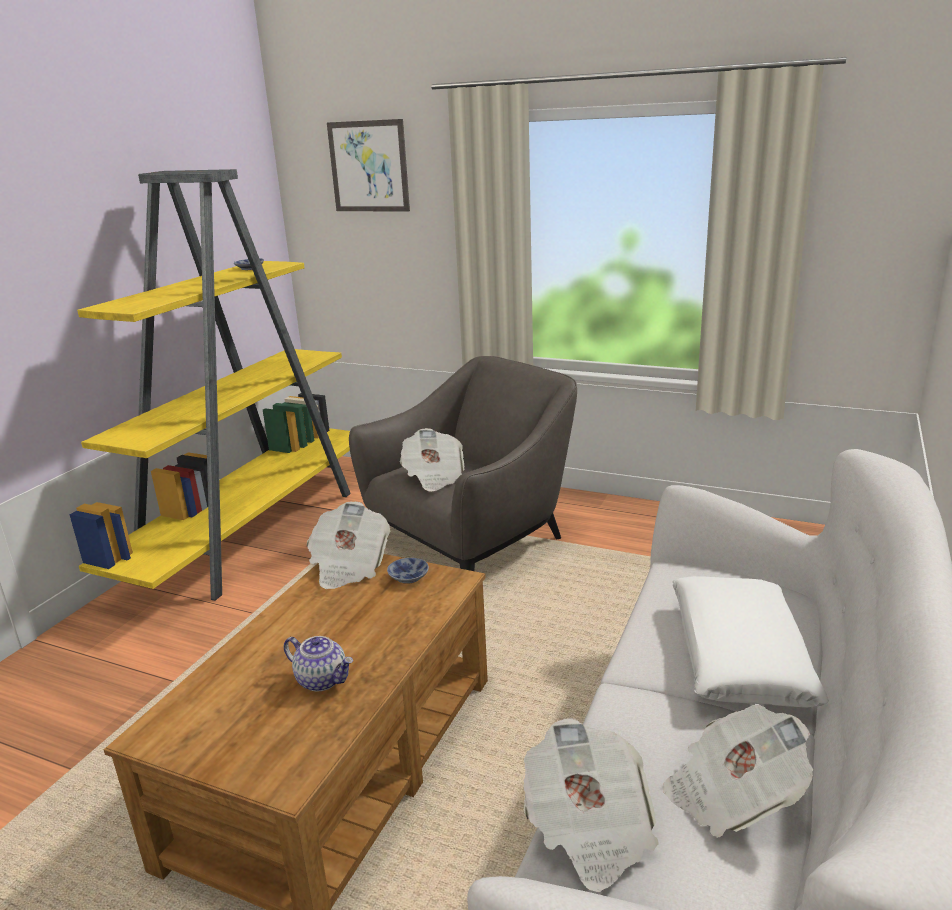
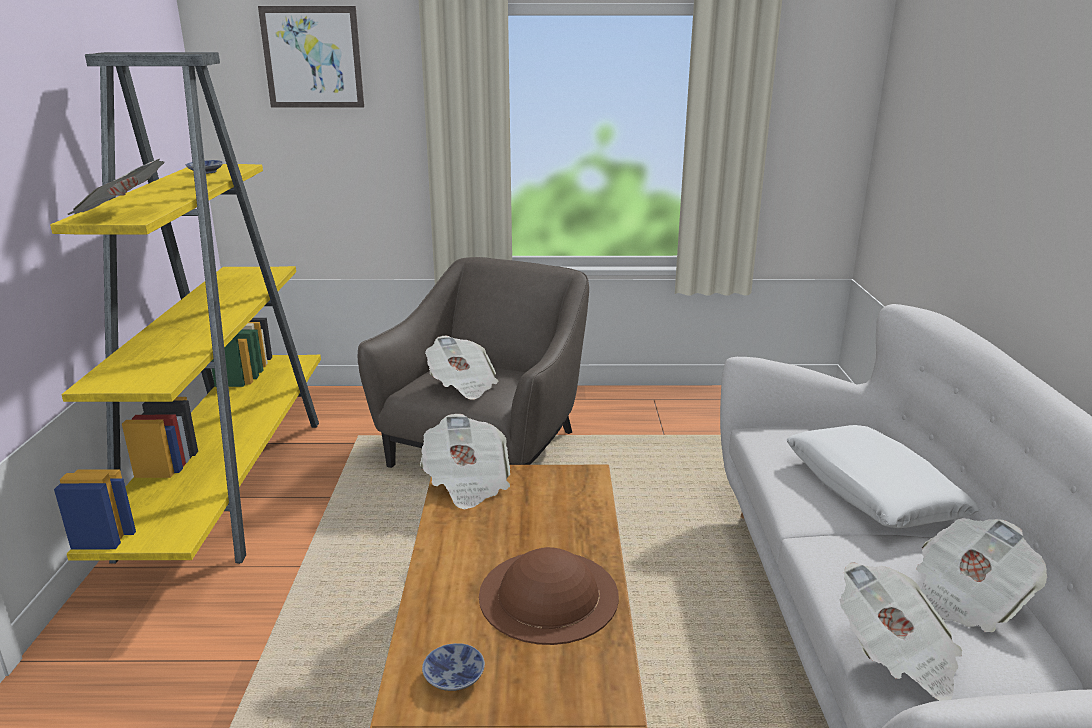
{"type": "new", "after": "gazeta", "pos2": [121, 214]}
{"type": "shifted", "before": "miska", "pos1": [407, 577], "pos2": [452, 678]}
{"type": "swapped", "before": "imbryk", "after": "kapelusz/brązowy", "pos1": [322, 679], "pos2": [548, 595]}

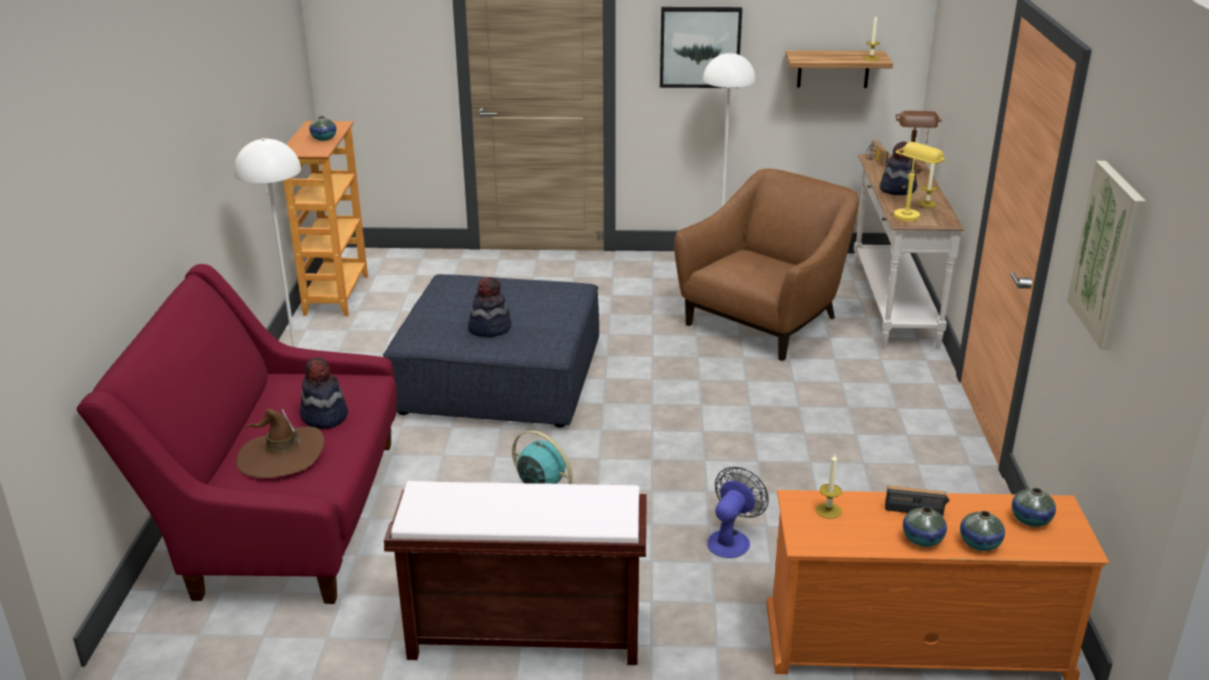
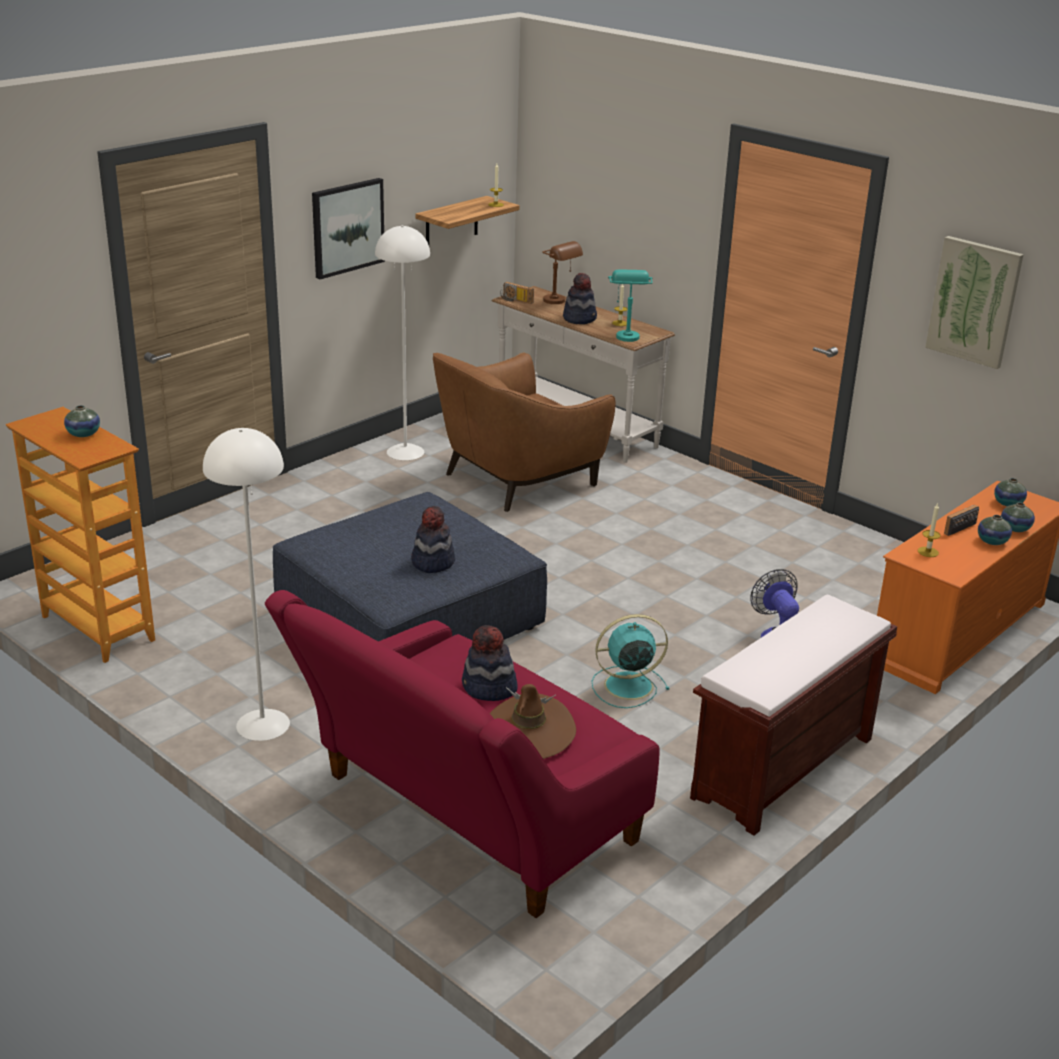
{"type": "rotated", "before": "fotel/brązowy", "pos1": [764, 322], "pos2": [517, 479], "turn": -120}
{"type": "repainted", "before": "lampa stołowa/żółty", "after": "lampa stołowa/turkusowy", "pos1": [911, 214], "pos2": [626, 334]}

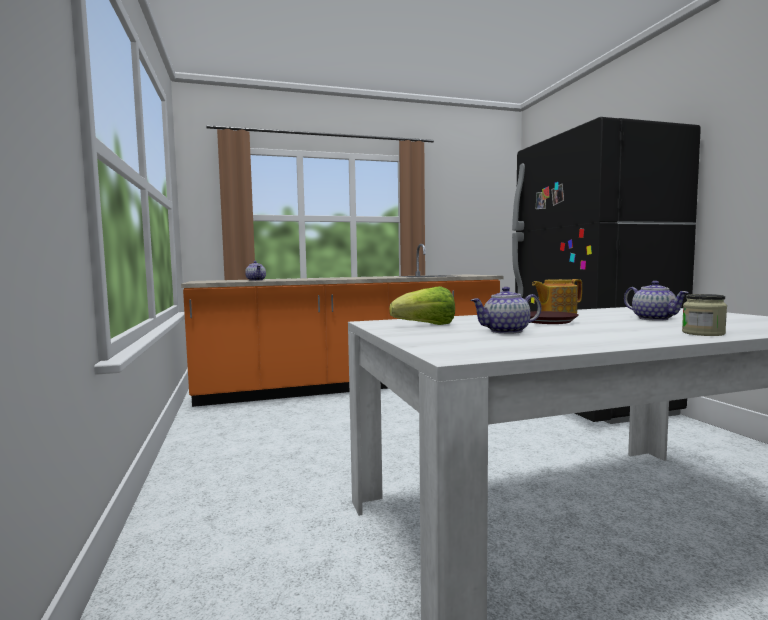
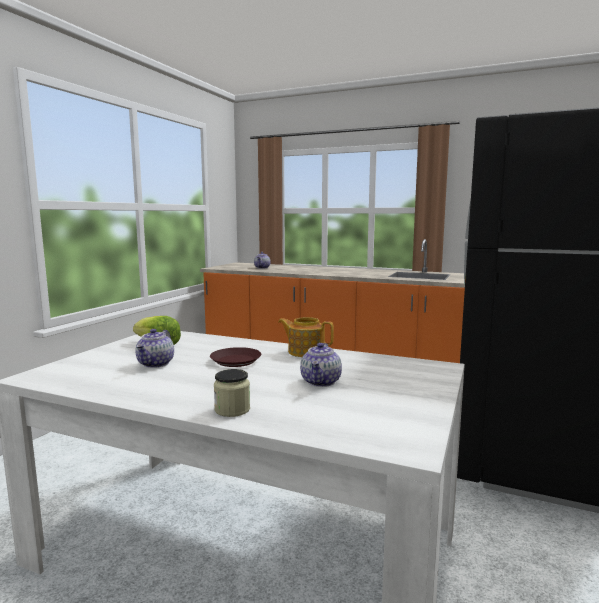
{"type": "rotated", "before": "imbryk", "pos1": [506, 331], "pos2": [156, 364], "turn": -105}

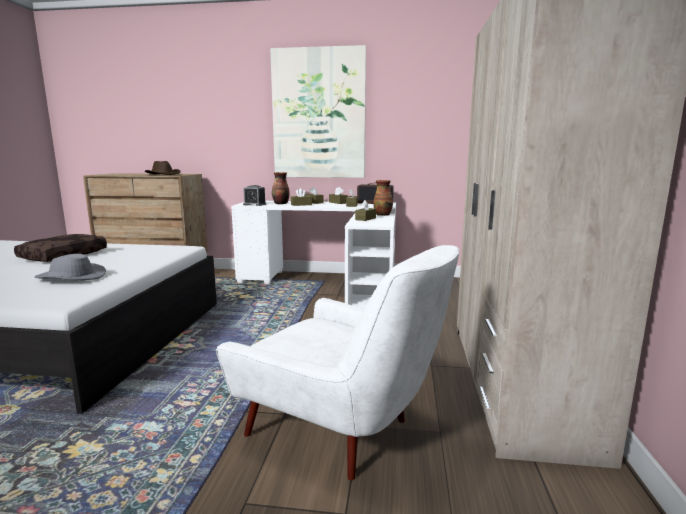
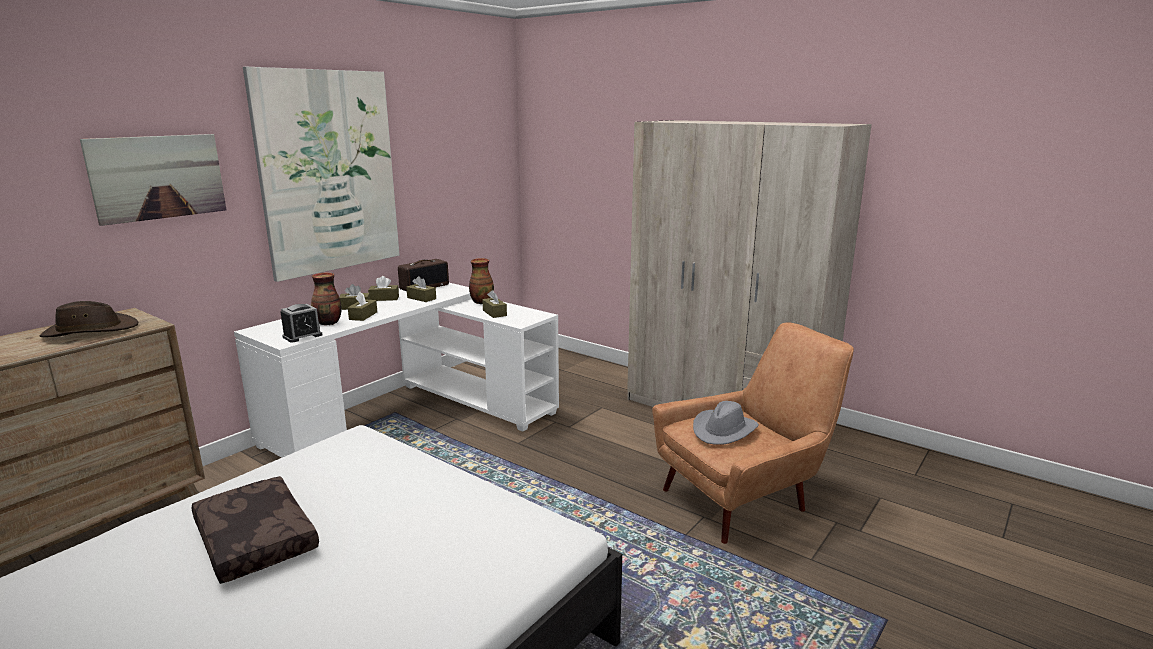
{"type": "new", "after": "obraz", "pos2": [158, 177]}
{"type": "repainted", "before": "fotel/biały", "after": "fotel/brązowy", "pos1": [342, 431], "pos2": [745, 497]}
{"type": "shifted", "before": "kapelusz/szary", "pos1": [71, 277], "pos2": [724, 430]}

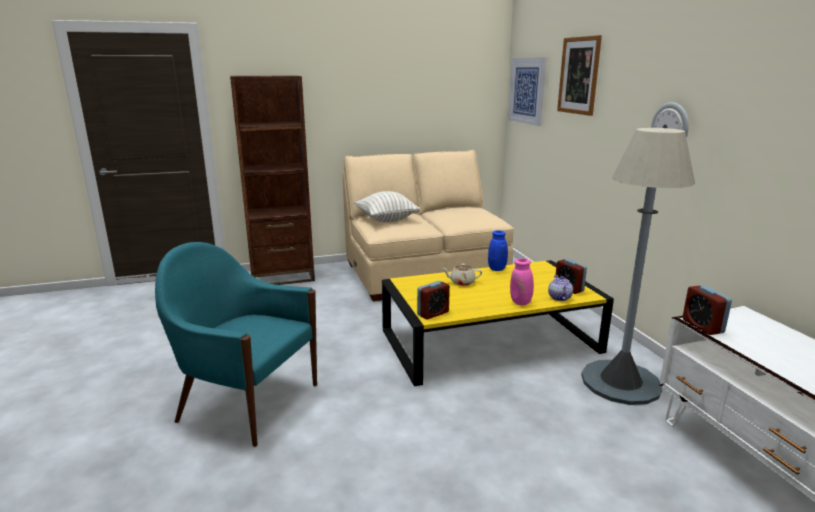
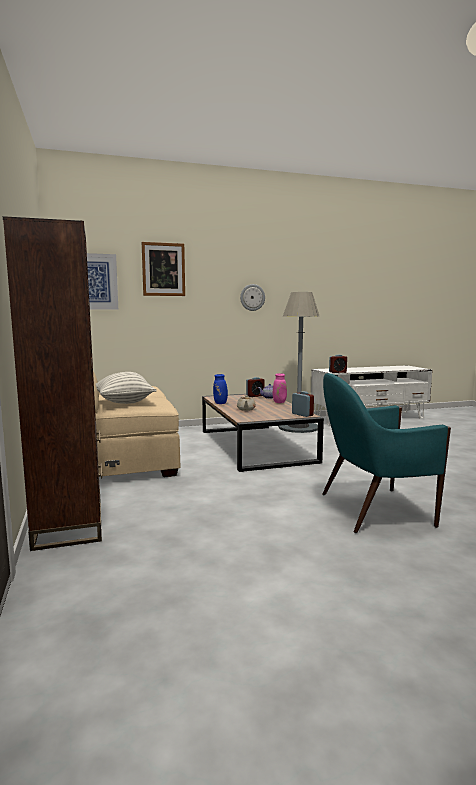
{"type": "repainted", "before": "ława/żółty", "after": "ława/brązowy", "pos1": [490, 340], "pos2": [254, 445]}
{"type": "rotated", "before": "fotel/turkusowy", "pos1": [247, 402], "pos2": [372, 509], "turn": 60}

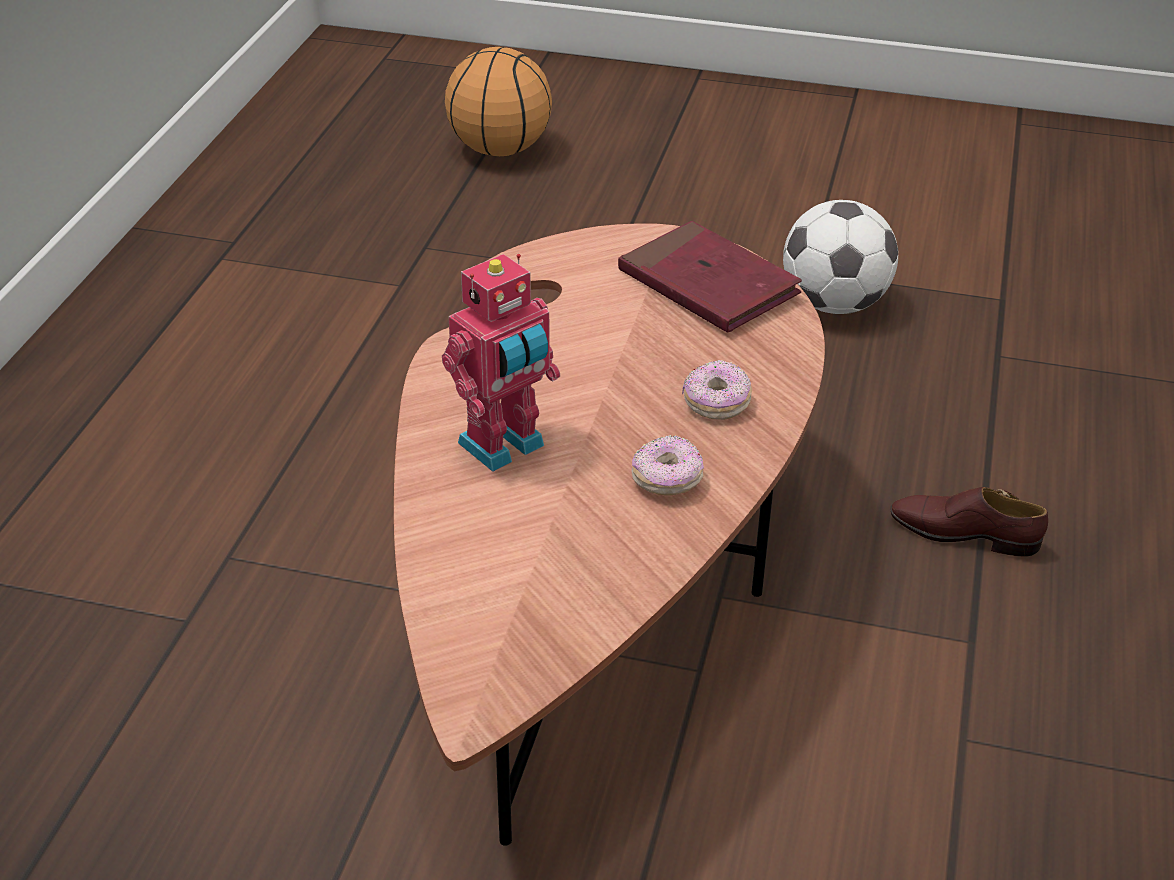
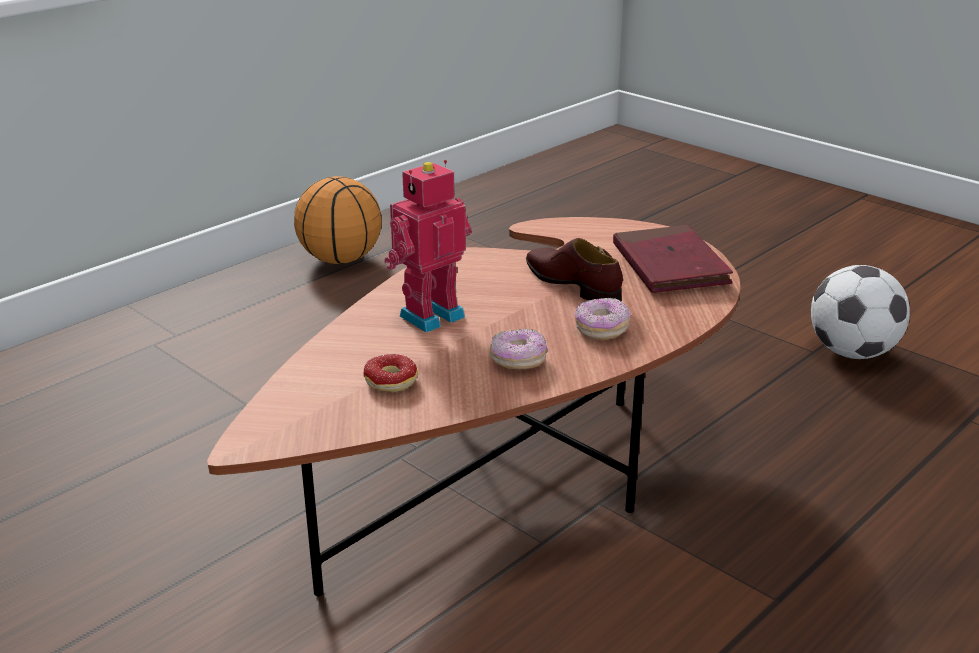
{"type": "shifted", "before": "piłka do koszykówki", "pos1": [499, 149], "pos2": [341, 259]}
{"type": "new", "after": "donut", "pos2": [385, 386]}
{"type": "rotated", "before": "robot zabawkowy", "pos1": [504, 447], "pos2": [429, 315], "turn": 150}
{"type": "shifted", "before": "but/brązowy", "pos1": [964, 533], "pos2": [572, 284]}

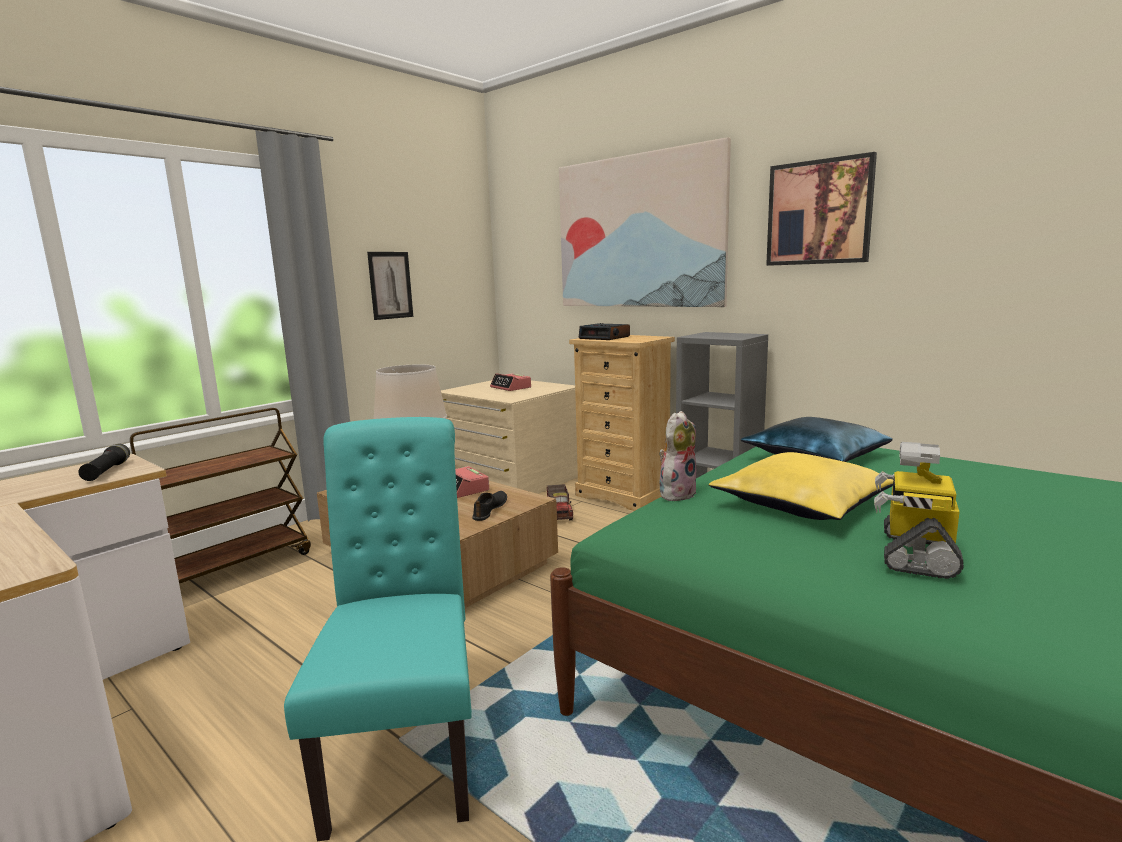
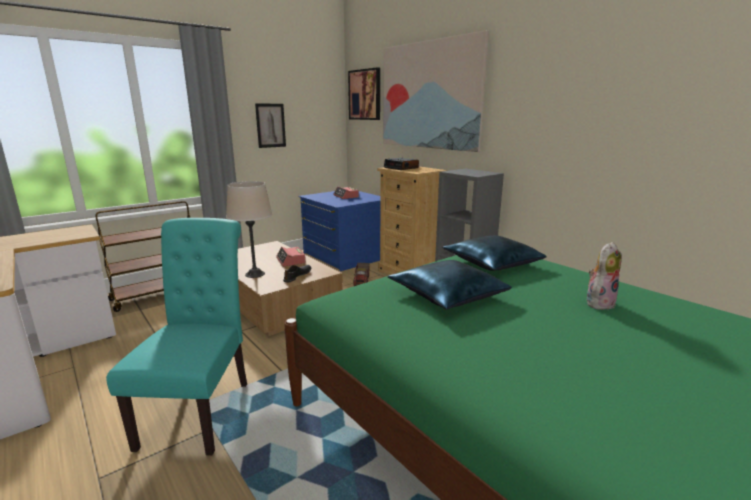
{"type": "repainted", "before": "komoda/beżowy", "after": "komoda/niebieski", "pos1": [512, 478], "pos2": [345, 255]}
{"type": "shifted", "before": "obraz", "pos1": [819, 212], "pos2": [365, 95]}
{"type": "repainted", "before": "poduszka/żółty", "after": "poduszka/niebieski", "pos1": [800, 503], "pos2": [447, 294]}
{"type": "shifted", "before": "pluszak", "pos1": [676, 493], "pos2": [599, 303]}
{"type": "gone", "before": "latarka/czarny", "pos1": [107, 471]}
{"type": "gone", "before": "robot zabawkowy", "pos1": [915, 553]}

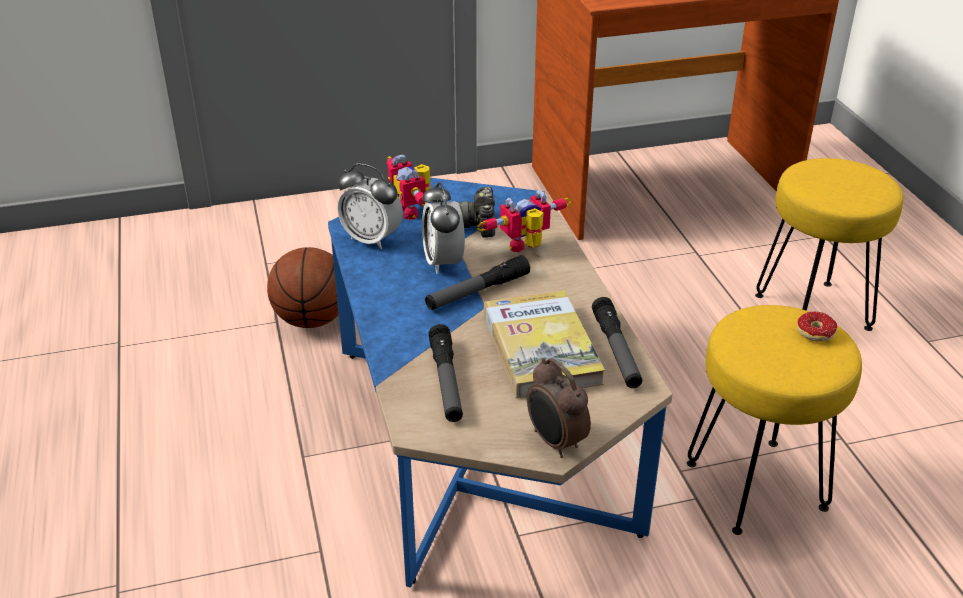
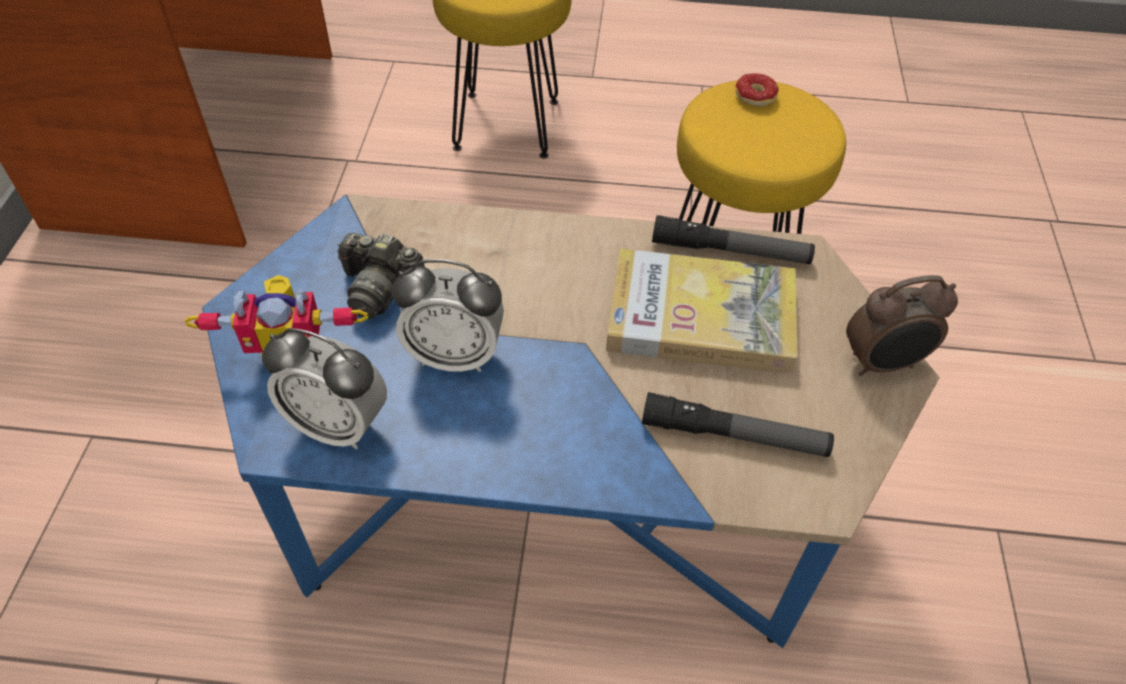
{"type": "rotated", "before": "budzik", "pos1": [372, 239], "pos2": [338, 425], "turn": 60}
{"type": "gone", "before": "piłka do koszykówki", "pos1": [311, 319]}
{"type": "gone", "before": "latarka", "pos1": [477, 291]}
{"type": "gone", "before": "robot zabawkowy", "pos1": [527, 248]}

